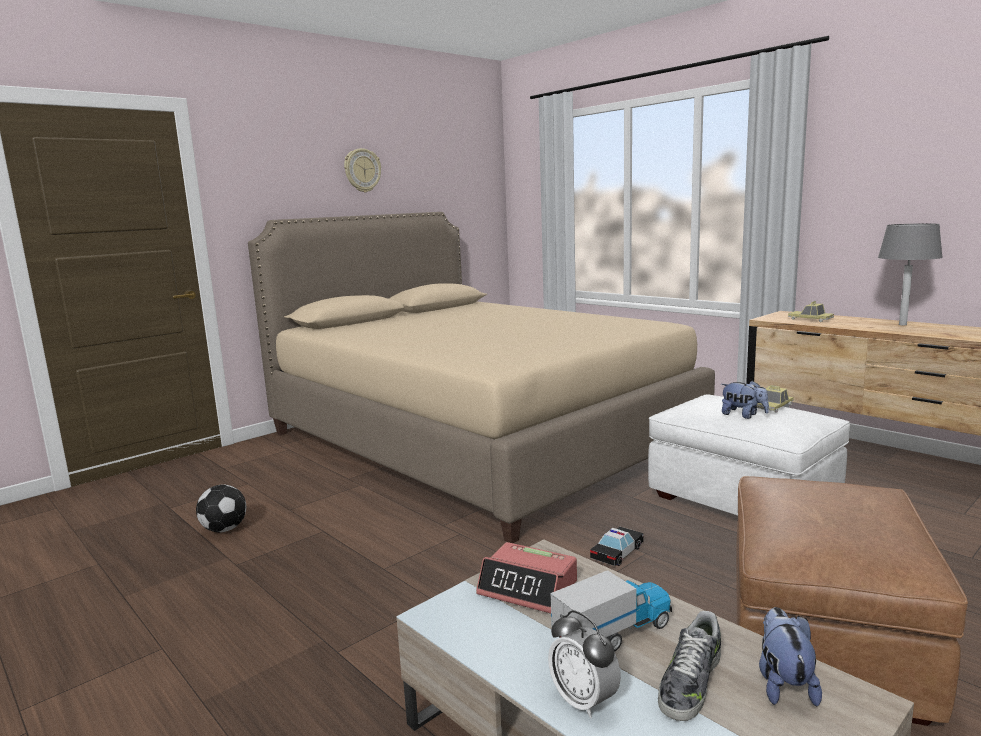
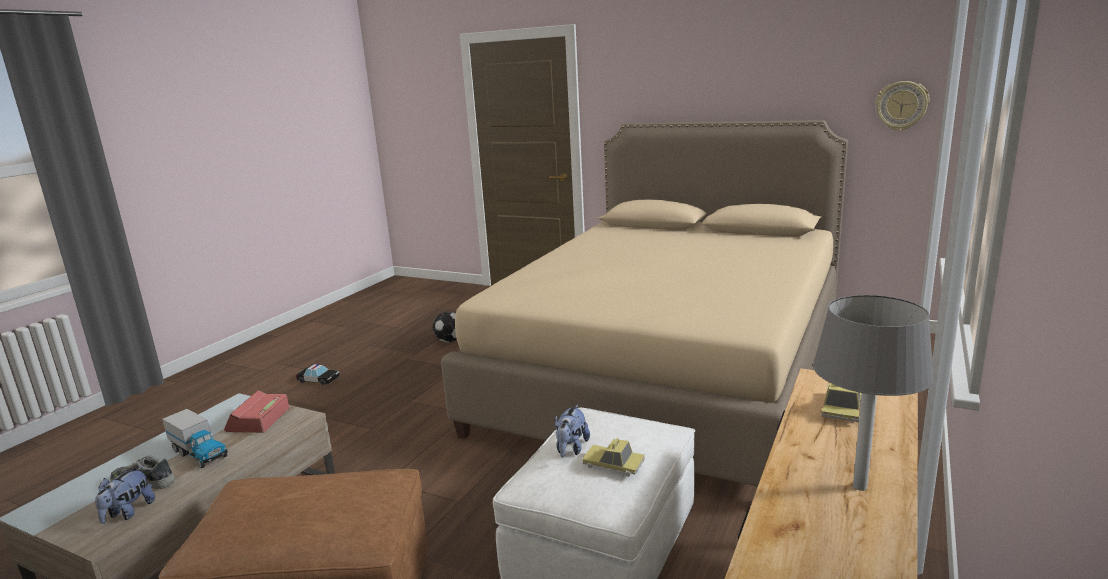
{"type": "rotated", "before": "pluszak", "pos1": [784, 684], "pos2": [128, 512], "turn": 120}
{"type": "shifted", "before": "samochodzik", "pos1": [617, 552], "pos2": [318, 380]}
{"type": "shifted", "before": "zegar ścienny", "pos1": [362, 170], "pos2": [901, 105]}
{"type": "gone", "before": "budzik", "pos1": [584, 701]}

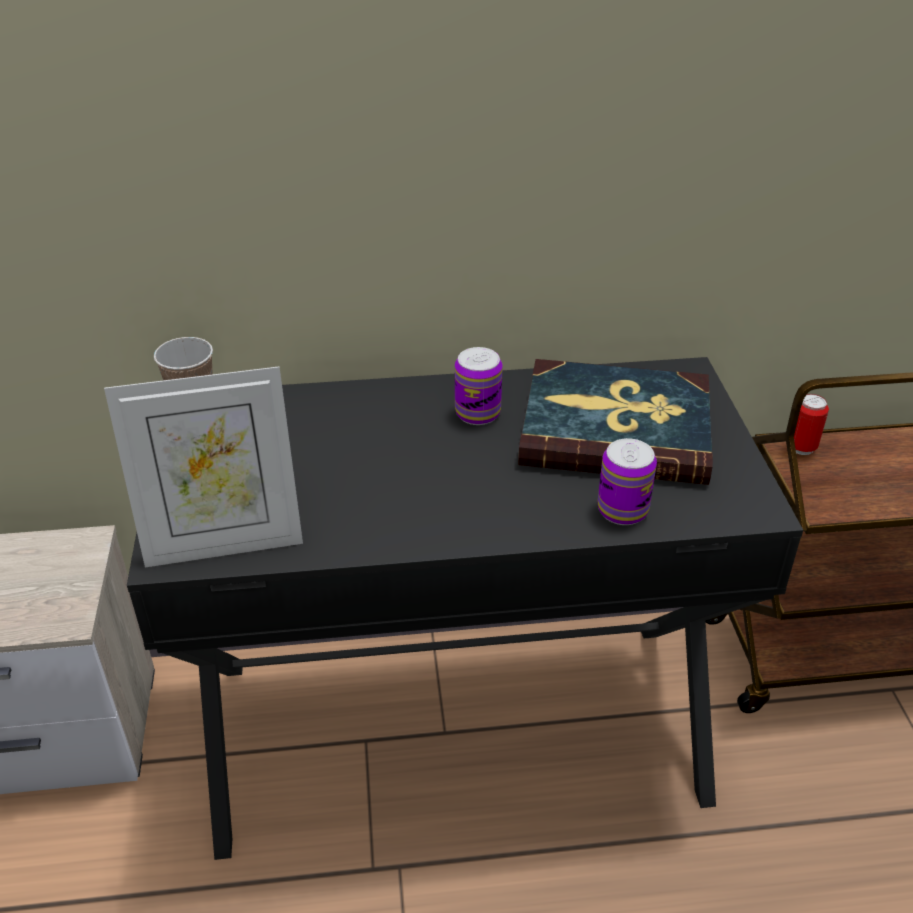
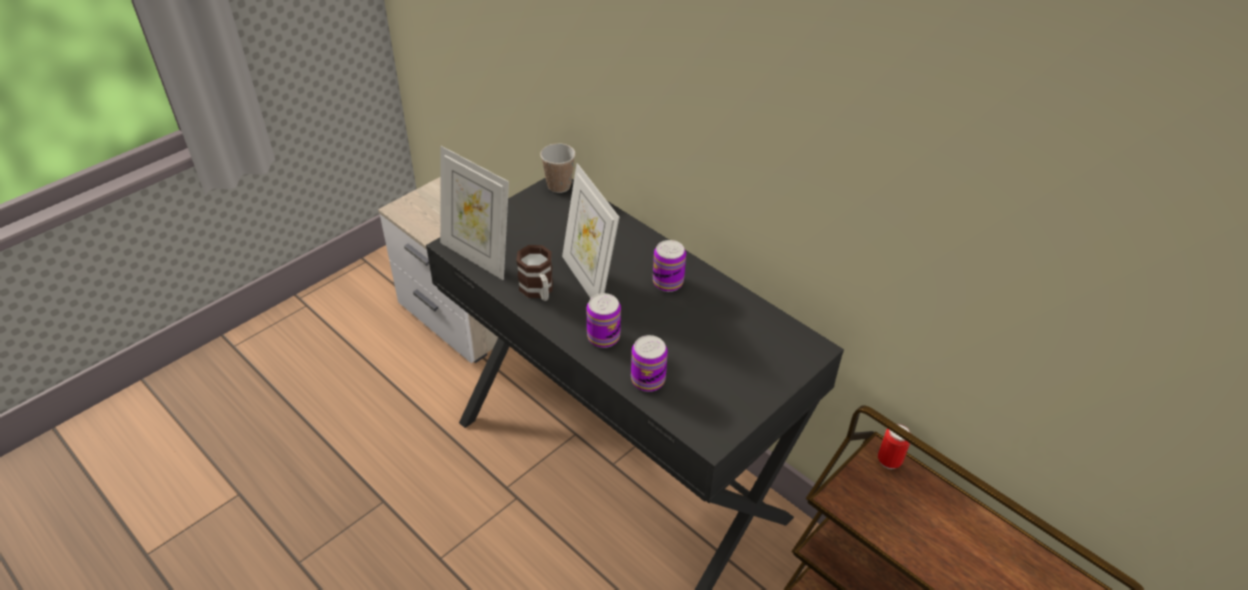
{"type": "new", "after": "kubek", "pos2": [538, 291]}
{"type": "new", "after": "ramka na zdjęcie", "pos2": [589, 280]}
{"type": "new", "after": "puszka", "pos2": [603, 337]}
{"type": "gone", "before": "książka", "pos1": [615, 429]}

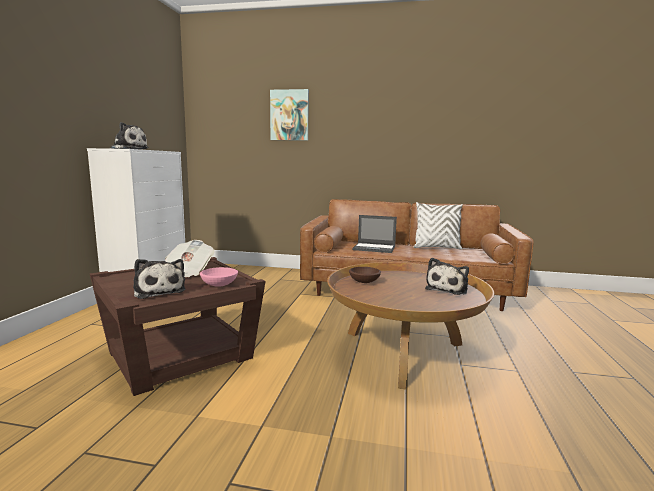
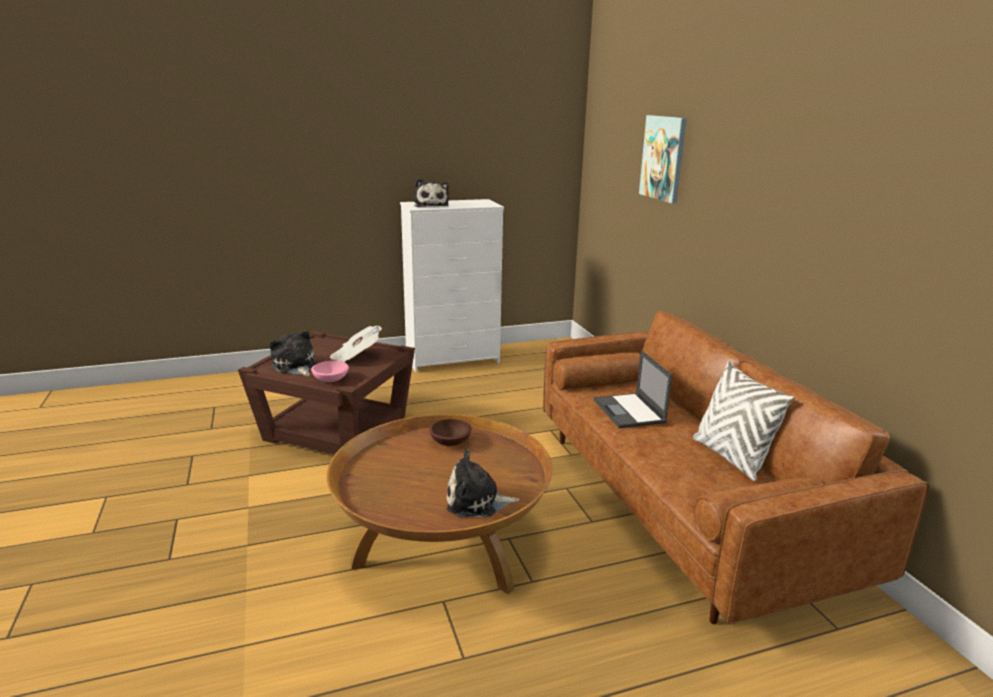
{"type": "rotated", "before": "pluszak", "pos1": [159, 291], "pos2": [295, 366], "turn": 120}

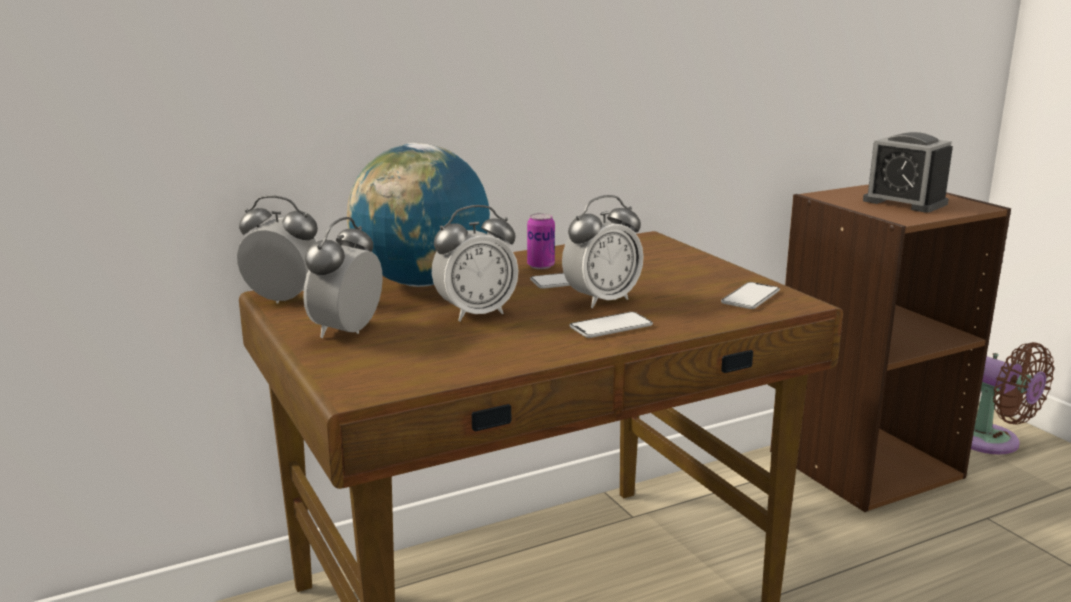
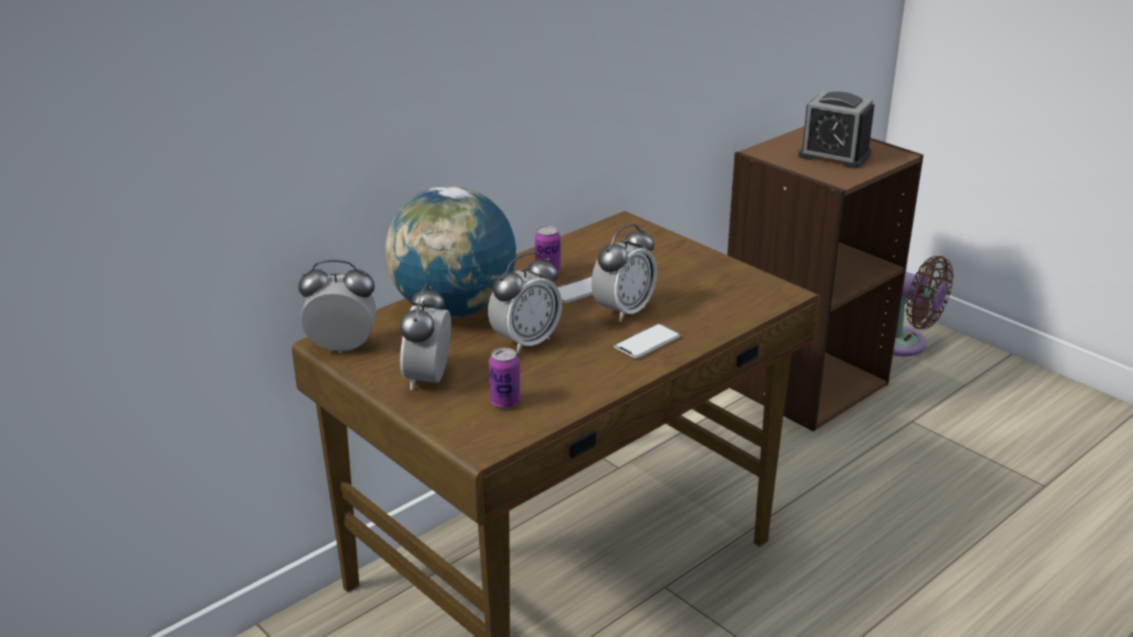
{"type": "new", "after": "puszka", "pos2": [505, 402]}
{"type": "gone", "before": "telefon", "pos1": [750, 297]}

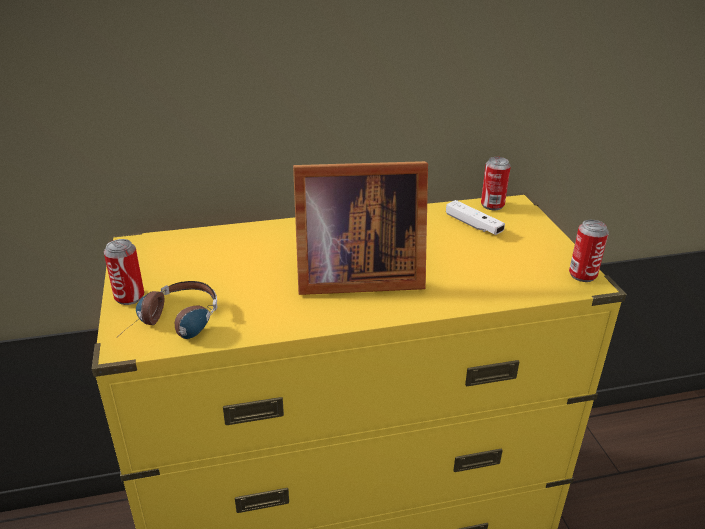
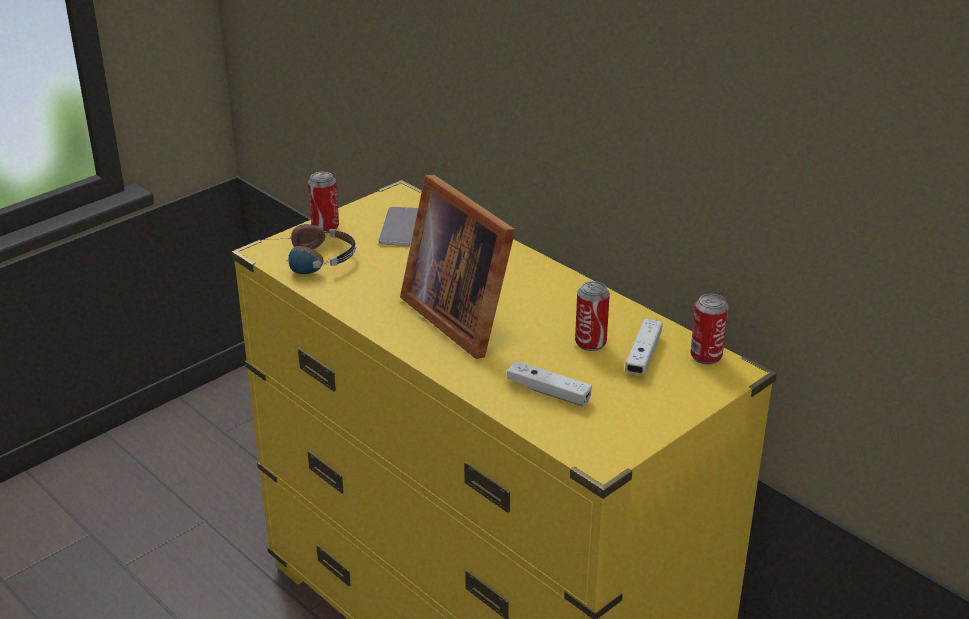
{"type": "new", "after": "telefon", "pos2": [400, 227]}
{"type": "new", "after": "pad do gier/biały", "pos2": [548, 392]}
{"type": "shifted", "before": "puszka", "pos1": [582, 275], "pos2": [590, 343]}

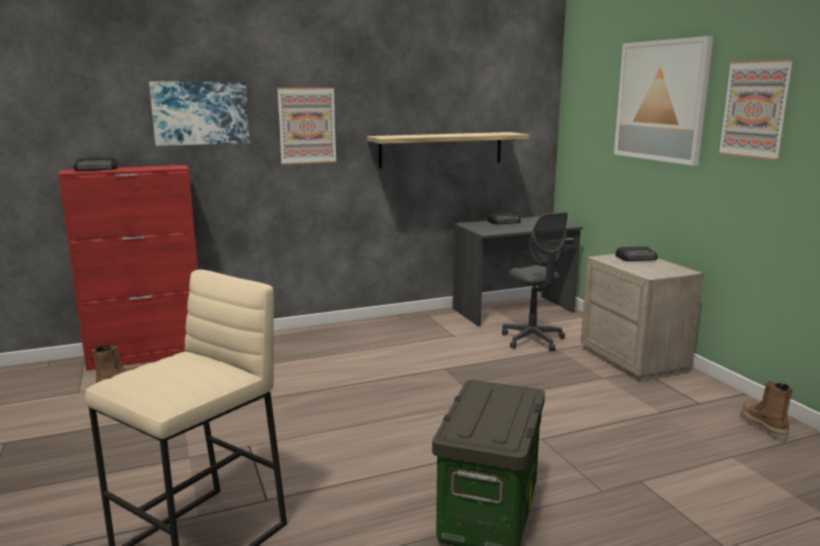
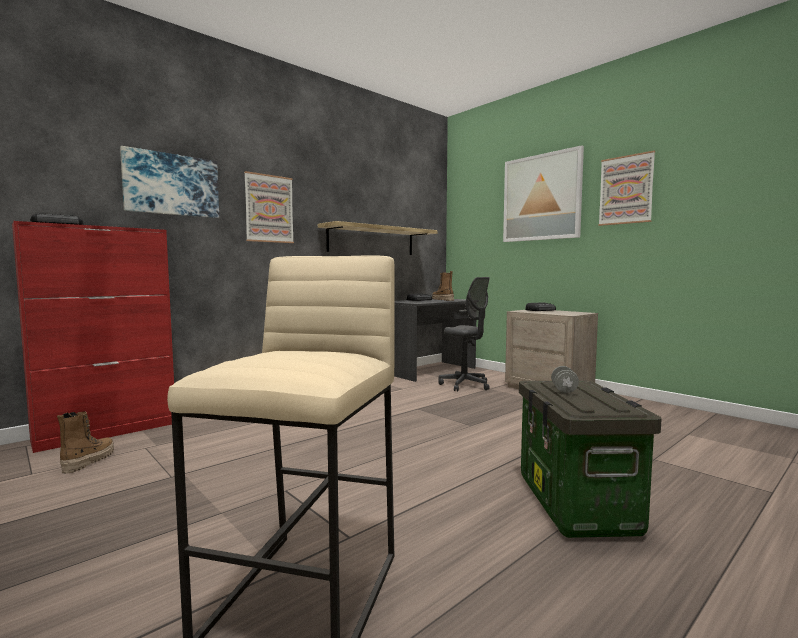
{"type": "shifted", "before": "but z cholewką", "pos1": [763, 427], "pos2": [442, 300]}
{"type": "new", "after": "hantel/szary", "pos2": [564, 390]}

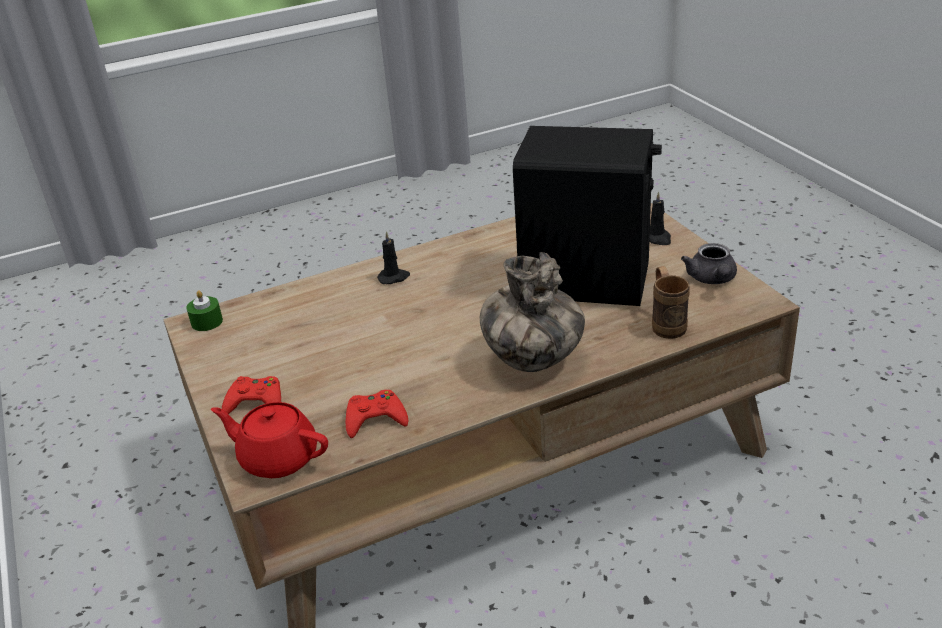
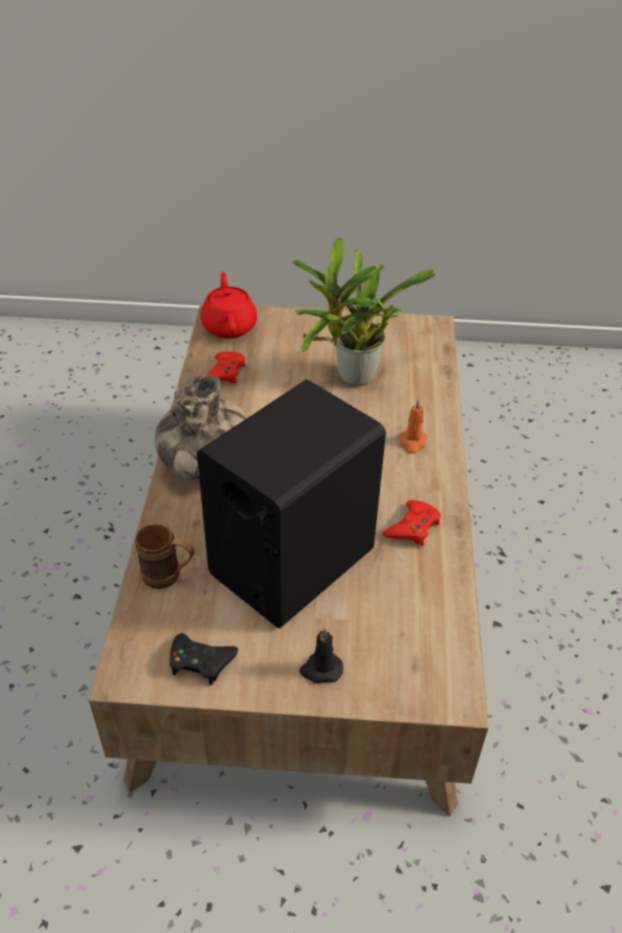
{"type": "swapped", "before": "imbryk/szary", "after": "pad do gier/czarny", "pos1": [712, 279], "pos2": [200, 661]}
{"type": "rotated", "before": "imbryk/czerwony", "pos1": [278, 458], "pos2": [229, 326], "turn": -60}
{"type": "new", "after": "roślina doniczkowa", "pos2": [351, 378]}
{"type": "shifted", "before": "pad do gier/czerwony", "pos1": [256, 402], "pos2": [413, 527]}
{"type": "repainted", "before": "świeca/czarny", "after": "świeca/pomarańczowy", "pos1": [394, 277], "pos2": [412, 442]}
{"type": "gone", "before": "świeca/zielony", "pos1": [207, 322]}

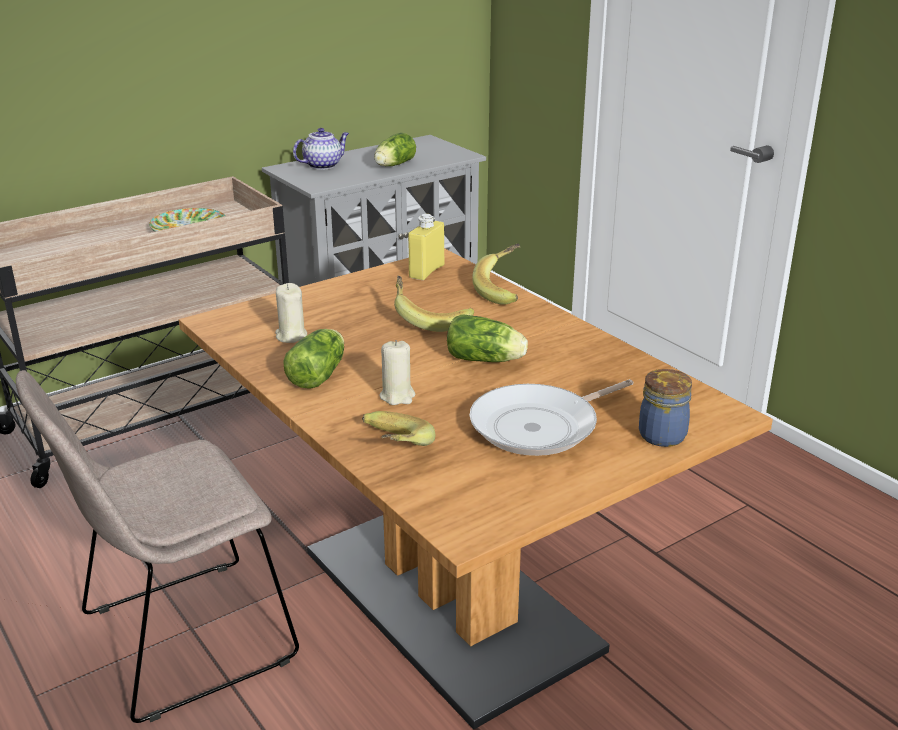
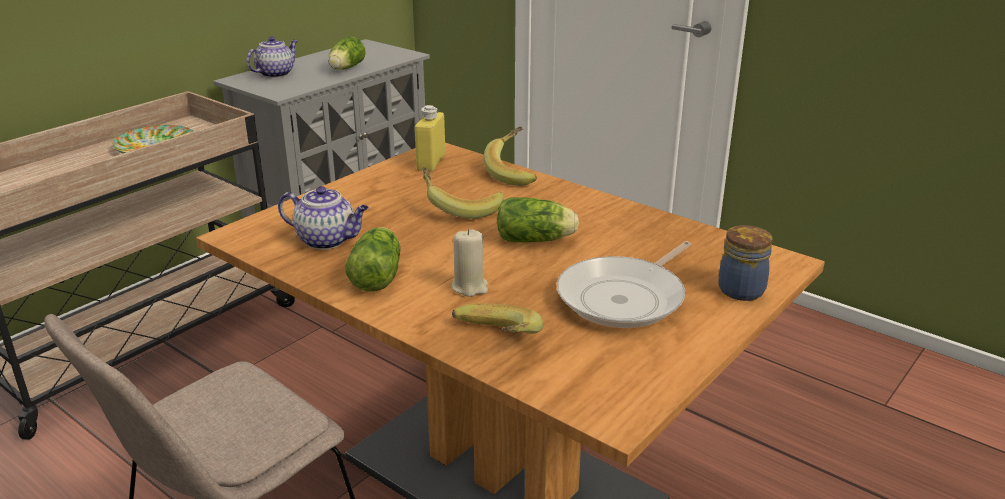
{"type": "swapped", "before": "świeca/beżowy", "after": "imbryk", "pos1": [291, 336], "pos2": [328, 240]}

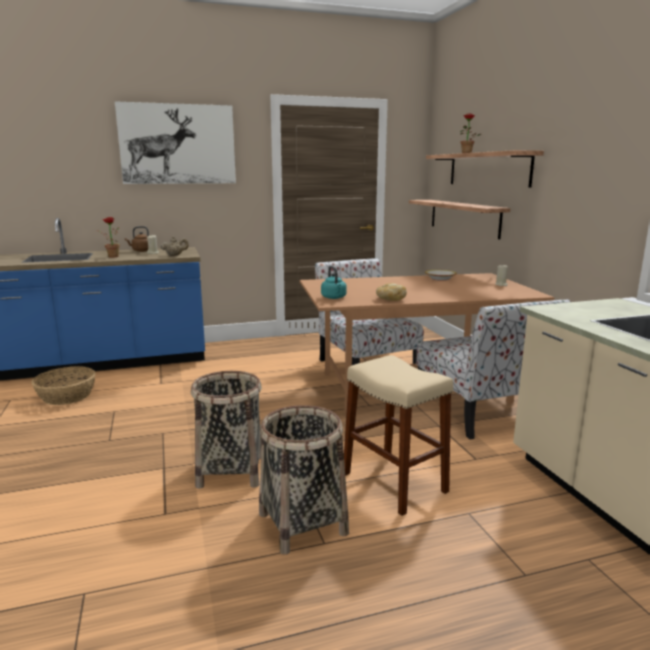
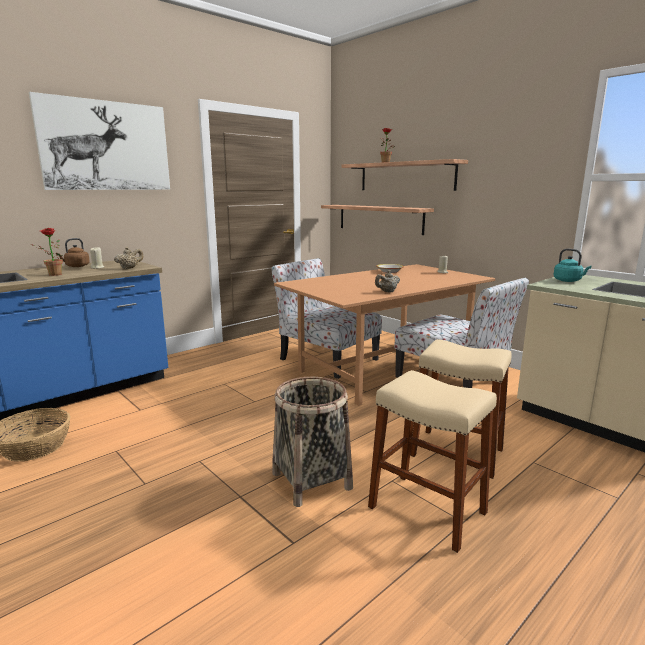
{"type": "swapped", "before": "koszyk", "after": "stołek/beżowy", "pos1": [302, 523], "pos2": [427, 510]}
{"type": "swapped", "before": "chleb", "after": "imbryk/beżowy", "pos1": [390, 299], "pos2": [387, 292]}
{"type": "shifted", "before": "czajnik/turkusowy", "pos1": [334, 298], "pos2": [568, 281]}

